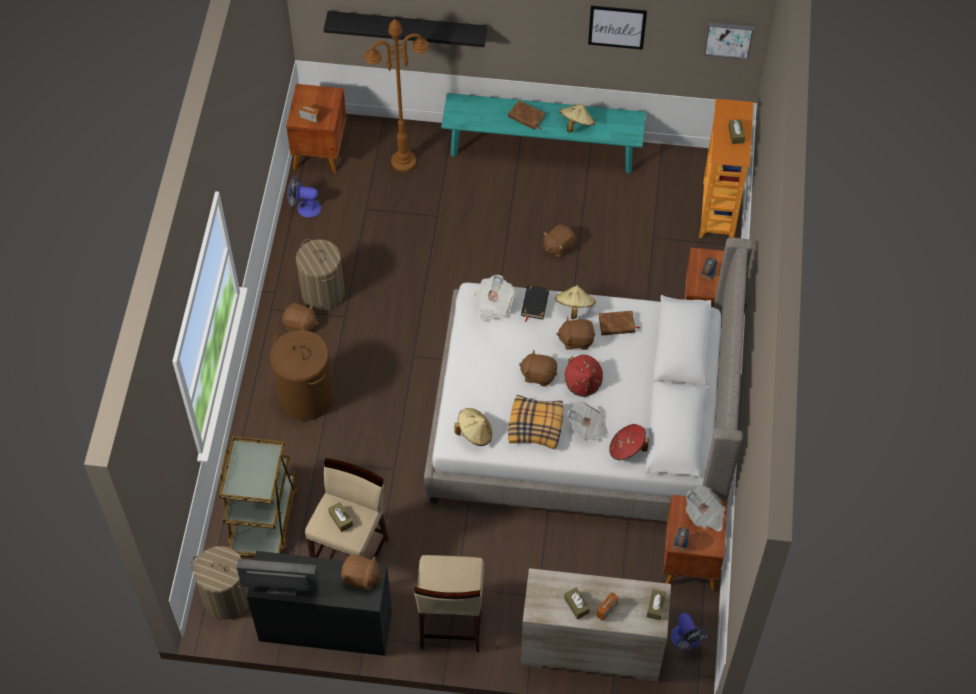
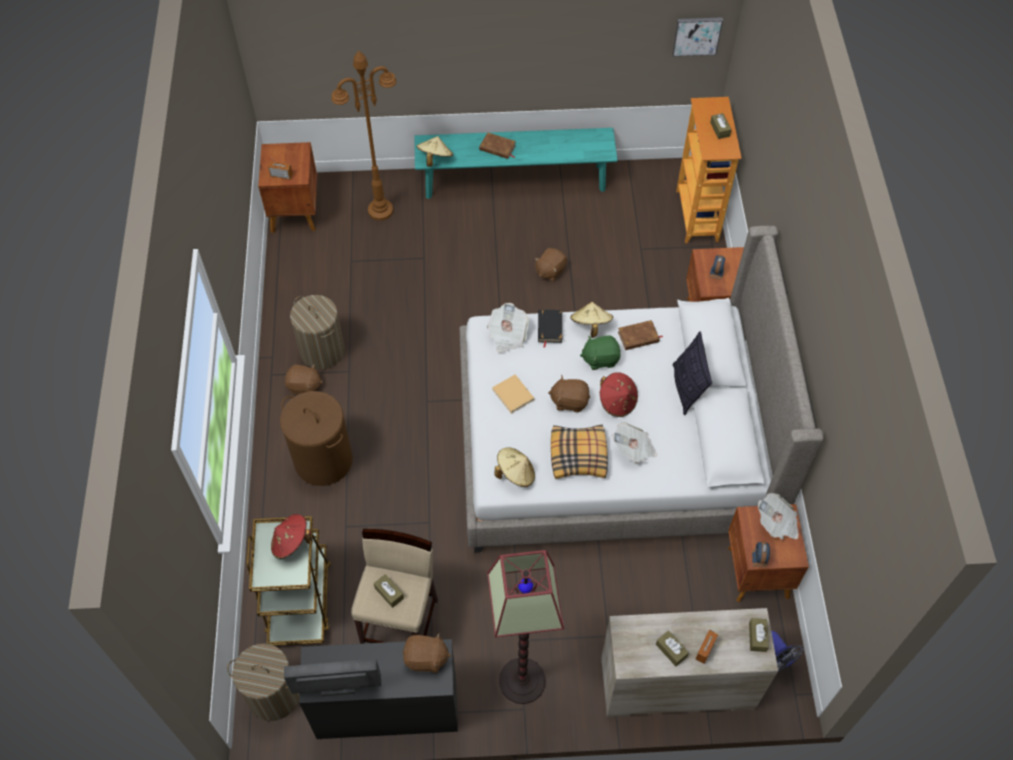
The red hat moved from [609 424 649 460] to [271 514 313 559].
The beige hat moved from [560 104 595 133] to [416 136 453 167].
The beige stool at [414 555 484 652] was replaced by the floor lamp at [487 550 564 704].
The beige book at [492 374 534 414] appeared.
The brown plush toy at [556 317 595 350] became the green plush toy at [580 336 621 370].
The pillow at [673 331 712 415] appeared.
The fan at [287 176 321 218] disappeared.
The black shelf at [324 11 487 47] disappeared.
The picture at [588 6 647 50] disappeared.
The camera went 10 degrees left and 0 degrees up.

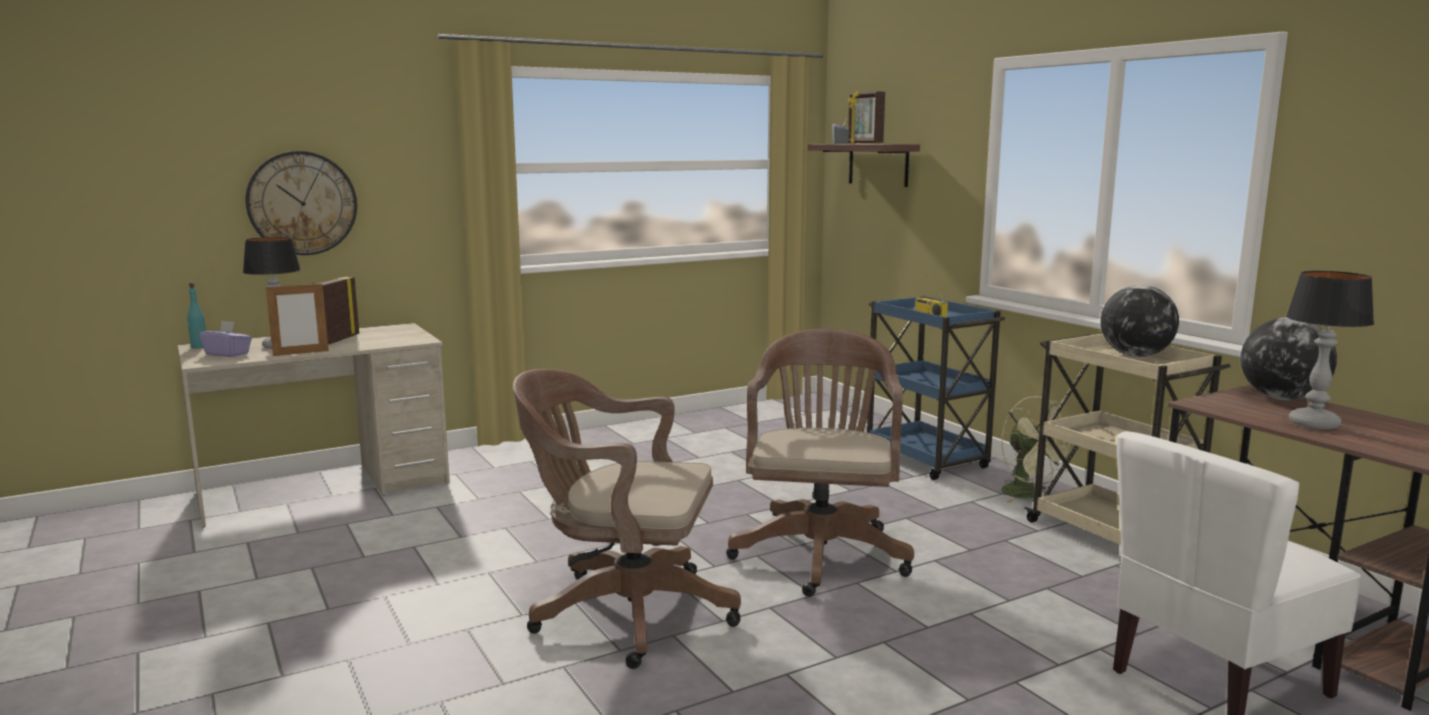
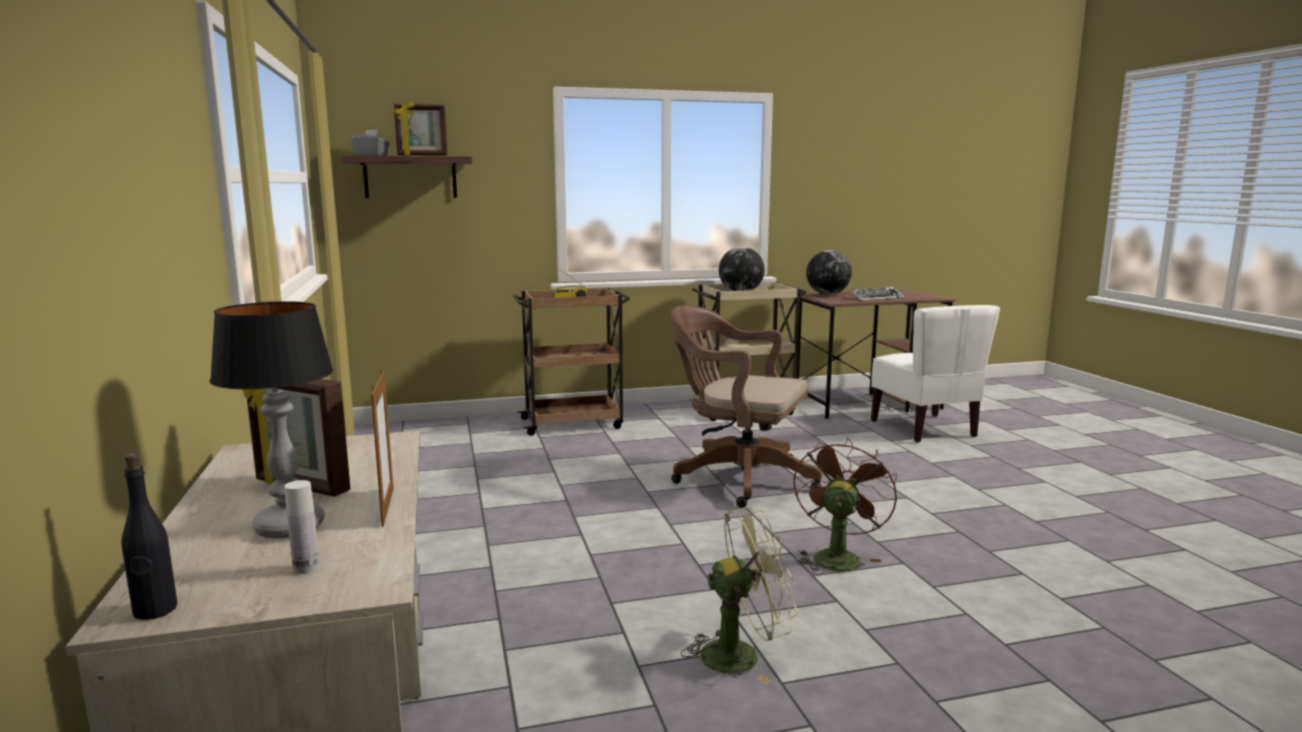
The turquoise bottle at [187 283 206 348] became the black bottle at [121 453 177 620].
The purple tissue box at [199 320 252 357] was replaced by the white bottle at [284 480 320 574].
The blue cart at [867 296 1005 480] became the brown cart at [513 288 630 436].
The green fan moved from [1001 396 1075 503] to [681 507 798 684].
The brown office chair at [513 369 741 669] was replaced by the brown fan at [794 437 897 575].
The table lamp at [1286 271 1374 430] was replaced by the keyboard at [850 287 904 301].
The wall clock at [245 151 357 255] disappeared.
The camera went 75 degrees left and 0 degrees up.

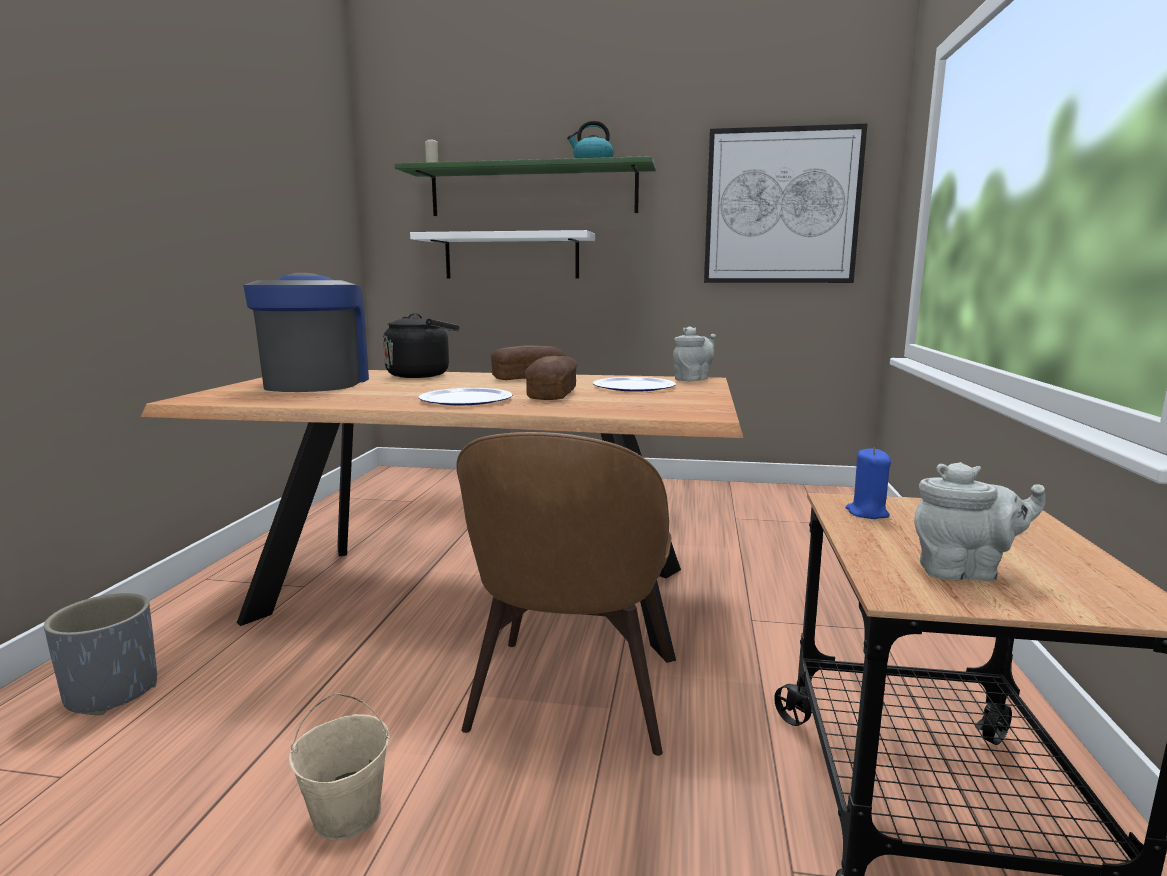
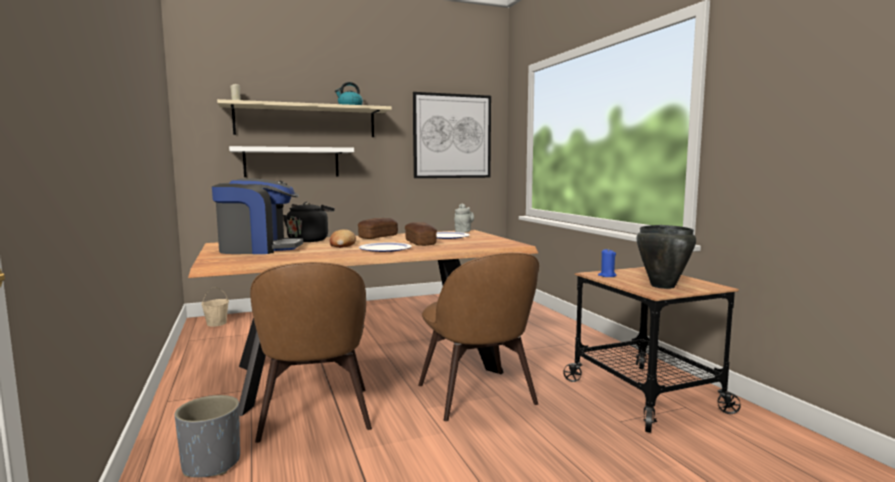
The beige bucket moved from [289 693 390 840] to [201 287 229 327].
The coffee machine at [243 273 369 392] turned 120 degrees clockwise.
The green shelf at [395 156 656 216] became the beige shelf at [217 99 392 137].
The brown chair at [250 262 372 443] appeared.
The bread at [330 229 356 248] appeared.
The grey teapot at [914 462 1046 581] was replaced by the black cooking pot at [636 225 696 289].
The camera went 30 degrees left and 5 degrees down.

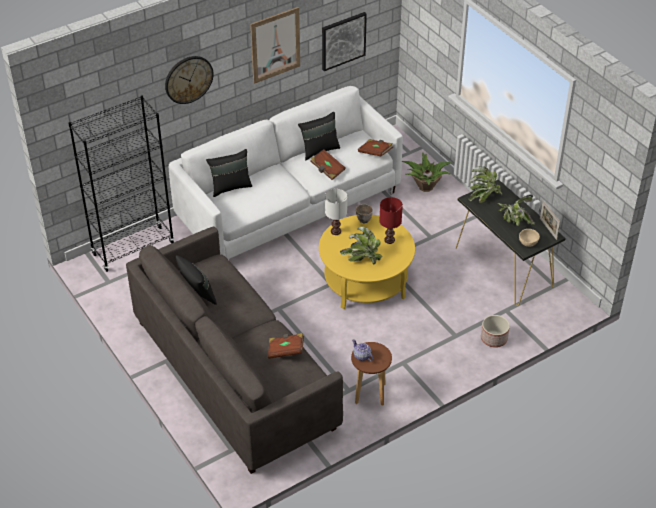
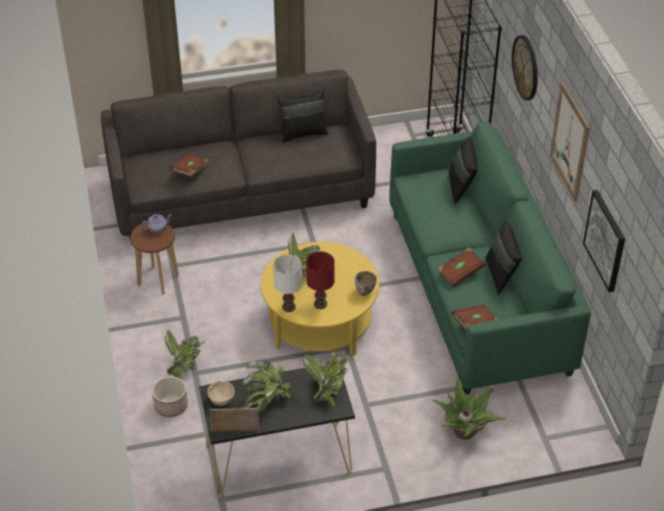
The potted plant at [164 330 205 380] appeared.
The white table lamp moved from [325 189 347 235] to [273 254 302 312].
The white sofa at [169 86 403 259] became the green sofa at [389 121 591 395].
The camera went 110 degrees right and 0 degrees up.

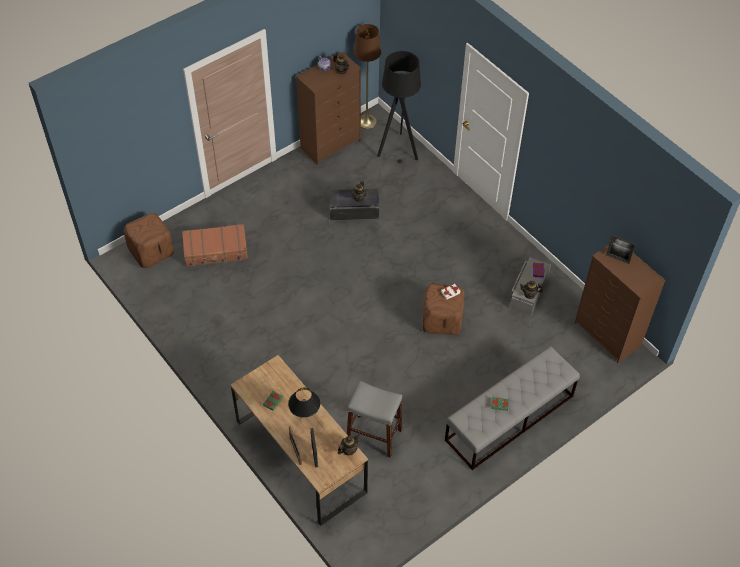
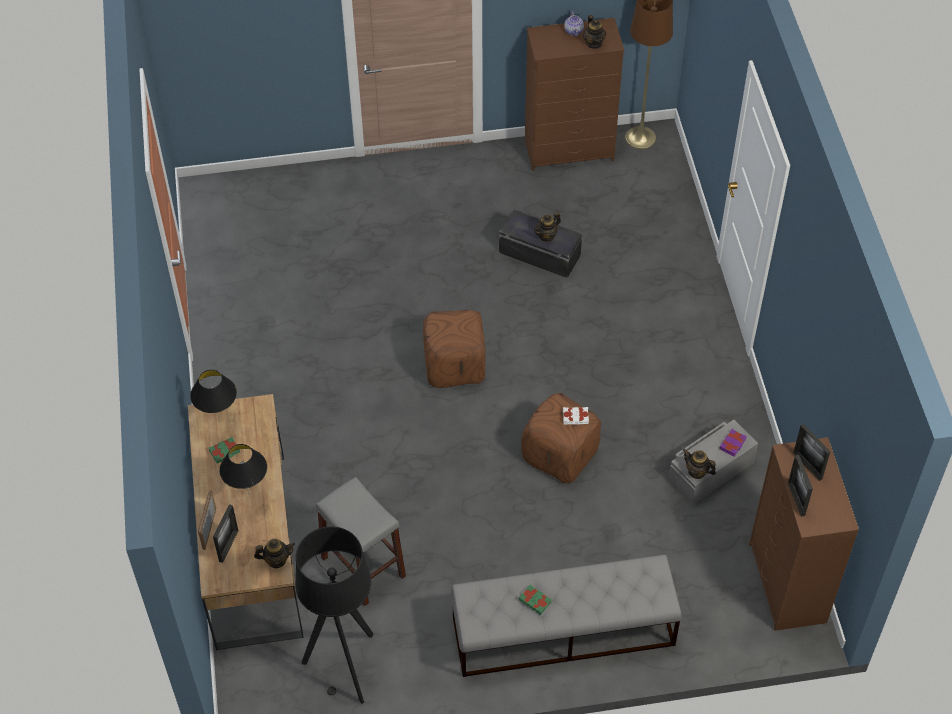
The black table lamp at [190 370 237 422] appeared.
The black floor lamp moved from [377 51 421 163] to [295 526 373 704].
The brown ottoman moved from [124 213 174 268] to [423 310 486 388].
The picture frame at [788 455 813 517] appeared.
The brown suitcase at [182 224 248 266] disappeared.
The camera went 30 degrees right and 0 degrees up.

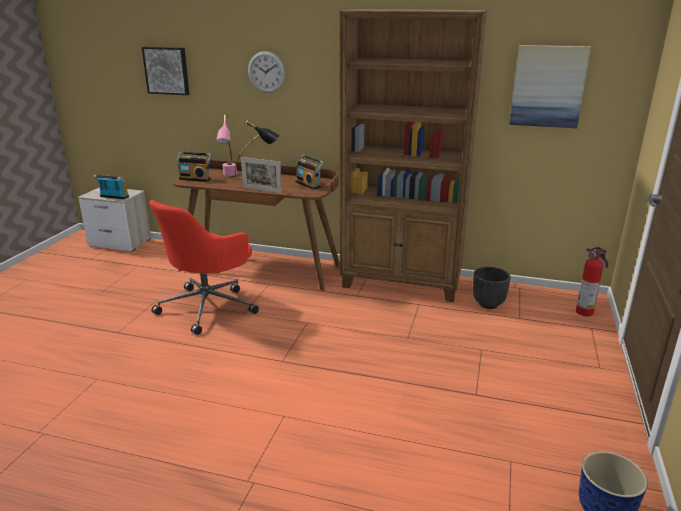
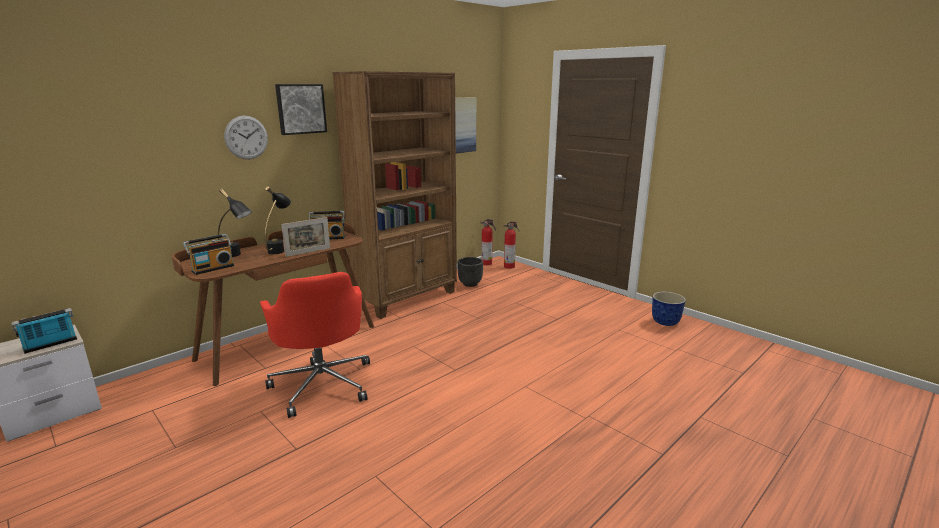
The pink table lamp at [216 115 237 176] became the black table lamp at [218 188 252 257].
The picture moved from [142 47 189 95] to [275 84 327 135].
The fire extinguisher at [480 219 496 265] appeared.
The camera went 60 degrees left and 5 degrees down.

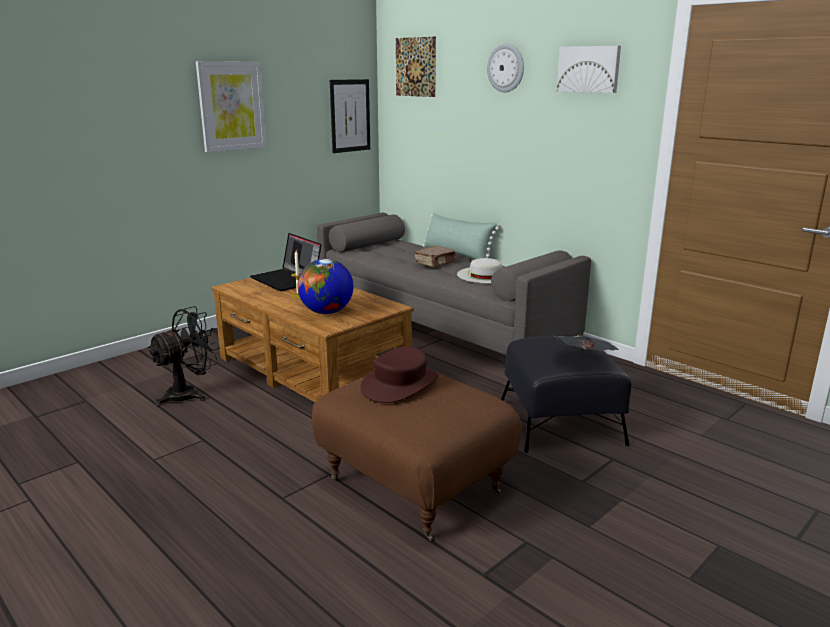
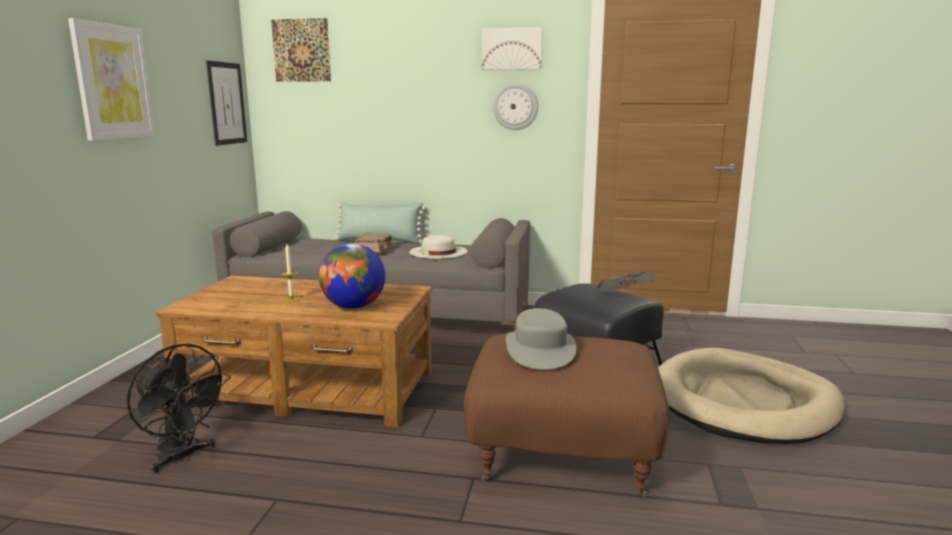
The black fan at [147 306 220 406] turned 120 degrees clockwise.
The wall clock moved from [487 43 524 93] to [493 83 538 130].
The brown hat at [360 346 439 403] became the grey hat at [506 308 577 370].
The beige dog bed at [658 348 845 444] appeared.
The laptop at [250 233 321 291] disappeared.
The camera went 35 degrees left and 5 degrees down.

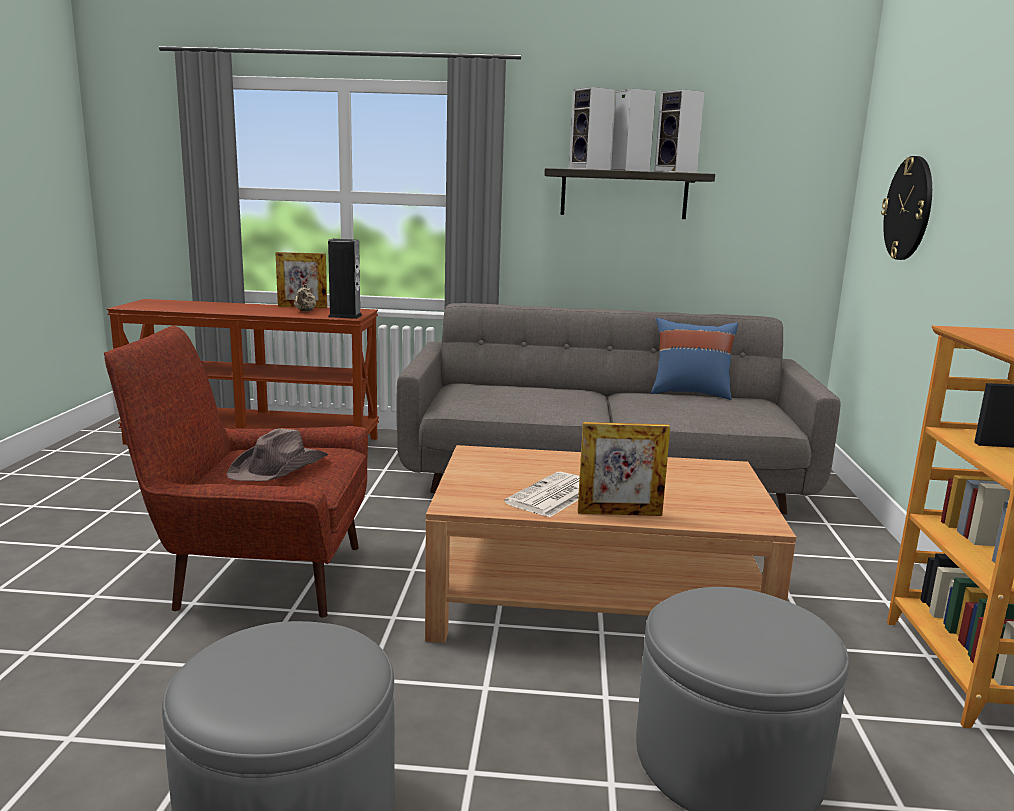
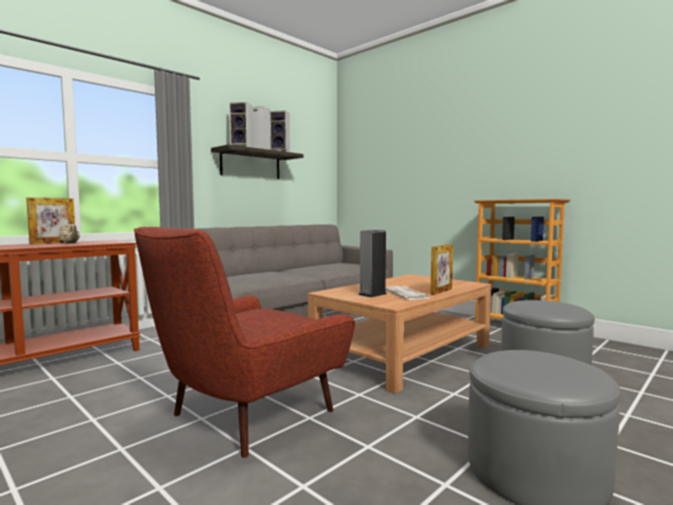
The speaker moved from [328 239 363 319] to [358 230 387 298].
The brown hat at [226 428 328 481] disappeared.
The blue pillow at [651 318 738 400] disappeared.
The wall clock at [881 156 932 260] disappeared.
The camera went 50 degrees left and 10 degrees down.

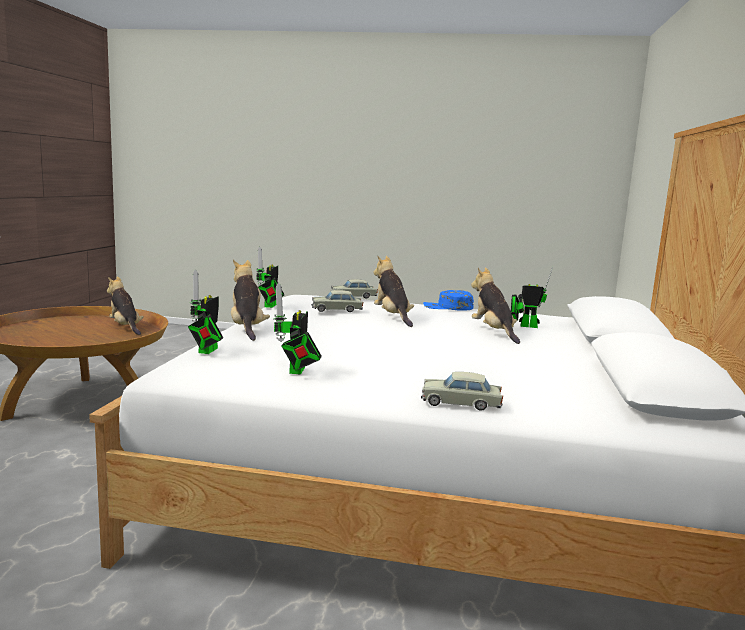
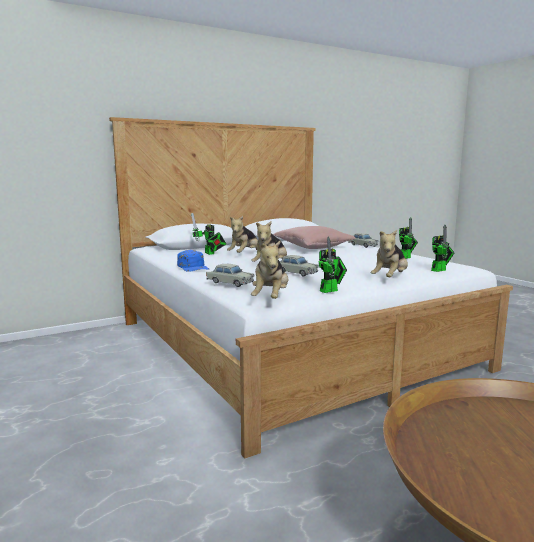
The plush toy moved from [107 276 144 335] to [251 241 288 299].
The pink pillow at [273 226 355 249] appeared.
The camera went 130 degrees left and 0 degrees up.

